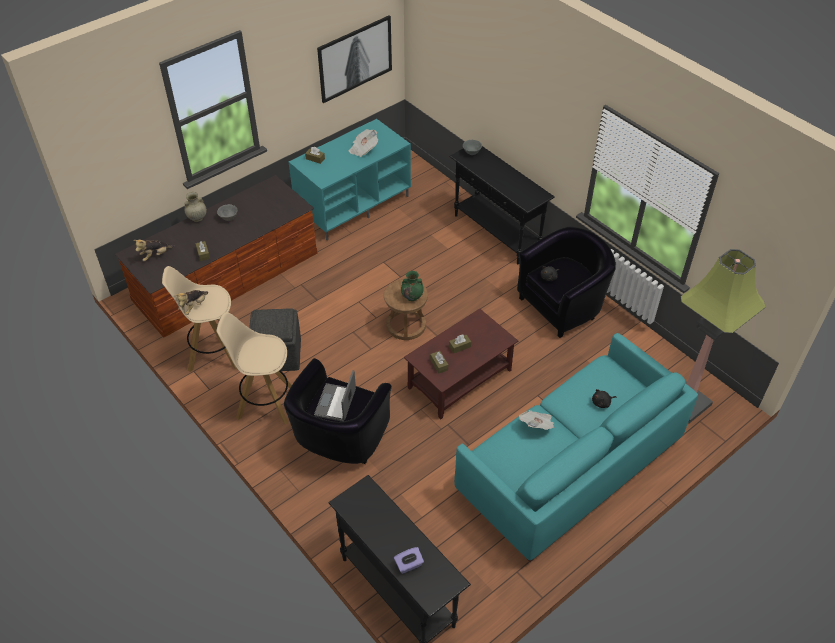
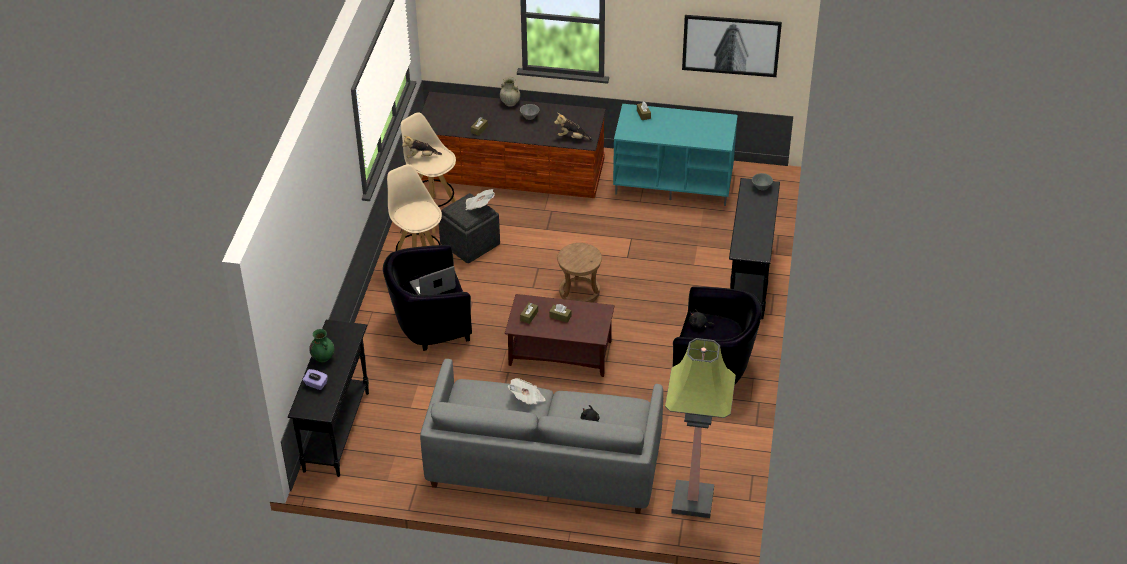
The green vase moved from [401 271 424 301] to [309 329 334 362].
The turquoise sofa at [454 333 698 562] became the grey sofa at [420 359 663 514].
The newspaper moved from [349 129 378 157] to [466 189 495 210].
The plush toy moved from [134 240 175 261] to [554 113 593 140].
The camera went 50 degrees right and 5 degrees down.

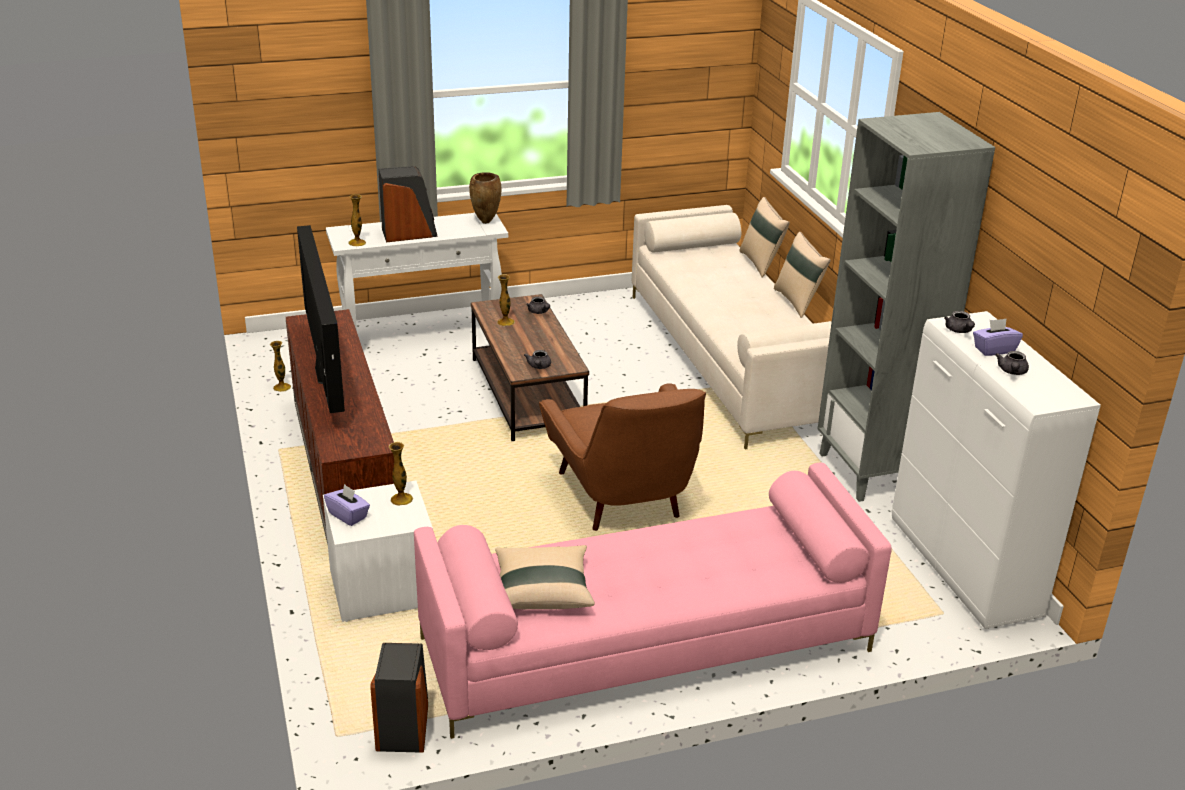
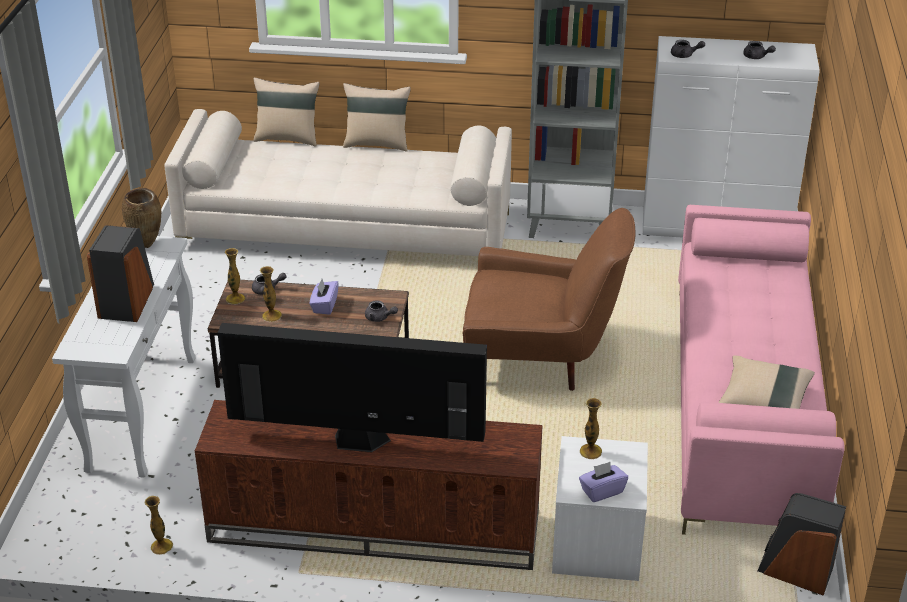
The vase moved from [348 194 366 246] to [225 248 245 304].
The purple tissue box moved from [973 318 1023 356] to [309 279 339 315].
The camera went 65 degrees left and 5 degrees up.

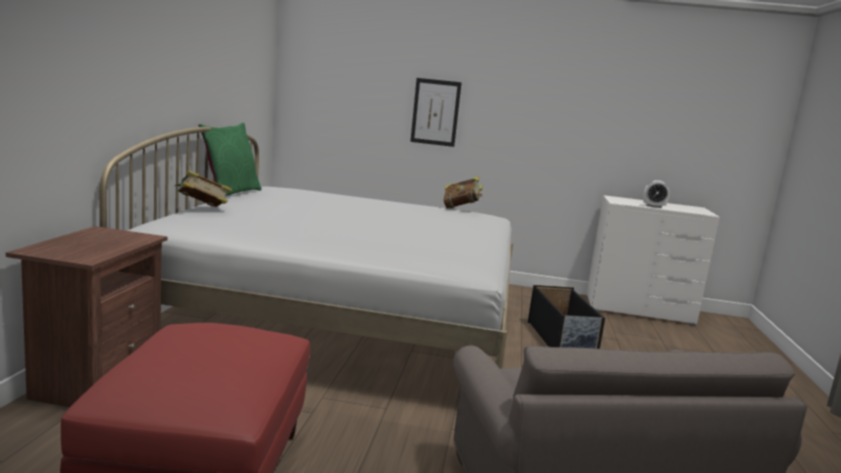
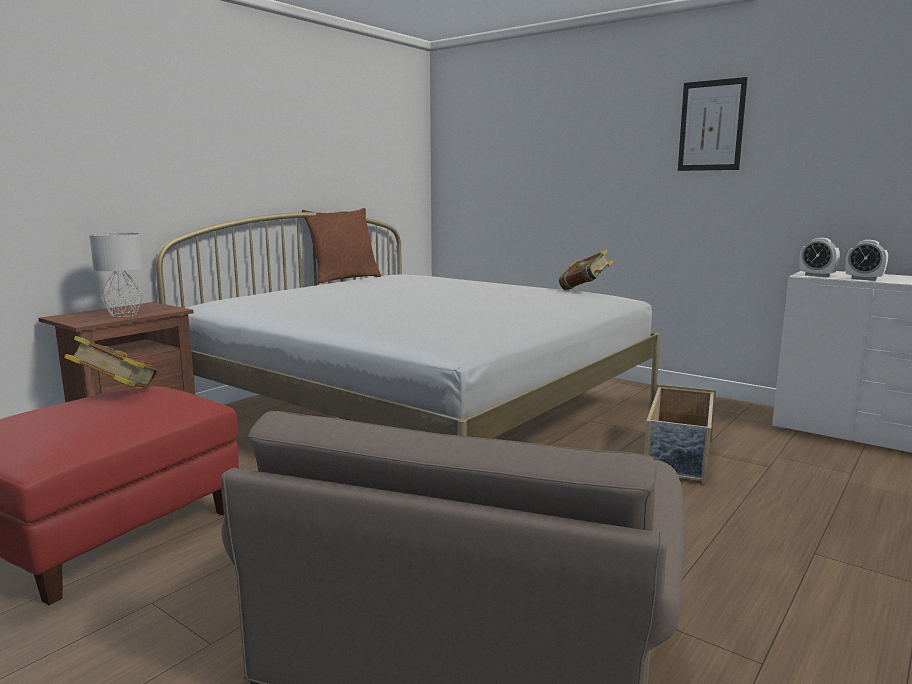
The book moved from [175 170 232 207] to [64 336 158 388].
The grey table lamp at [89 233 144 317] appeared.
The green pillow at [198 122 262 196] became the brown pillow at [302 208 381 283].
The black storage box at [528 285 605 349] became the beige storage box at [644 384 716 484].
The picture moved from [410 78 462 147] to [678 77 748 171].
The alarm clock at [799 238 840 277] appeared.
The camera went 30 degrees right and 0 degrees up.

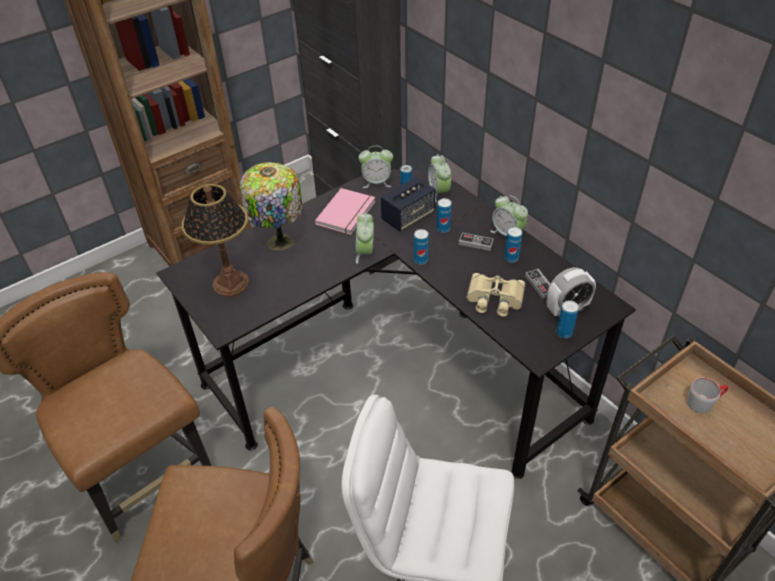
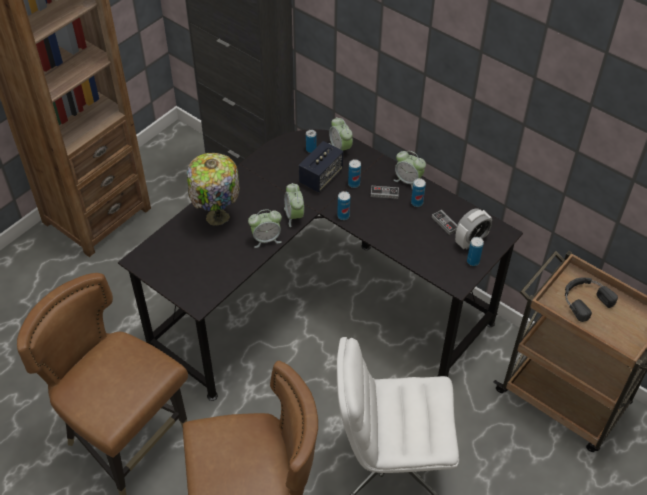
The alarm clock moved from [358 146 393 188] to [248 209 282 248].
The grey mug at [687 378 728 413] was replaced by the black headphones at [565 277 618 322].
The table lamp at [182 184 249 296] disappeared.
The pink book at [315 188 375 235] disappeared.
The beige binoculars at [466 273 525 317] disappeared.
The camera went 15 degrees left and 5 degrees up.

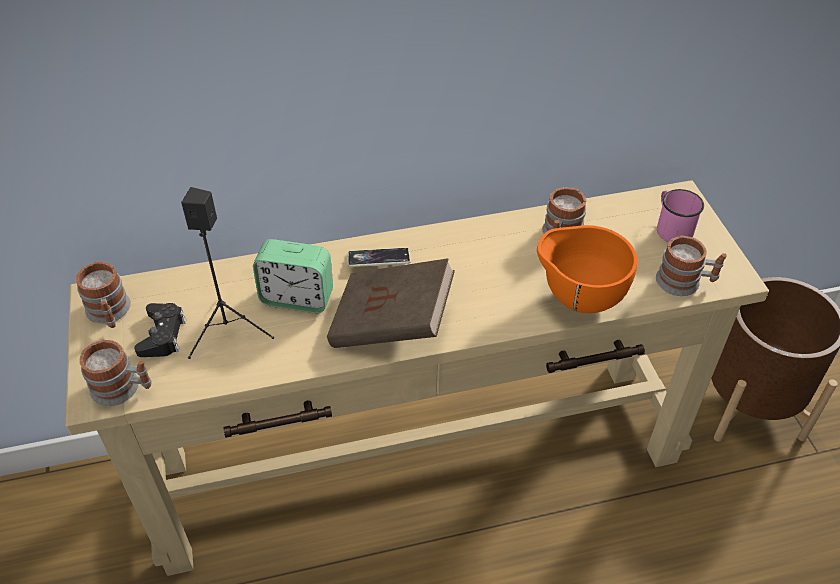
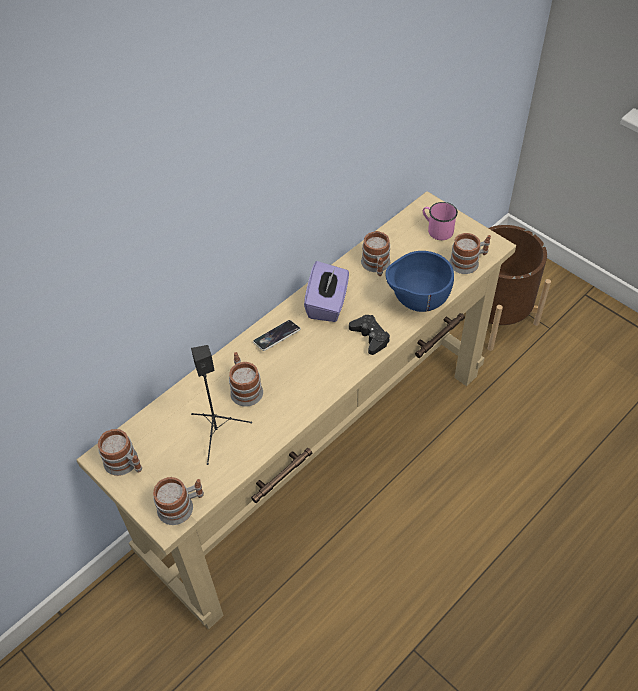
The alarm clock at [253 239 333 313] was replaced by the mug at [229 352 263 407].
The purple tissue box at [304 261 349 322] appeared.
The black game controller moved from [134 303 186 357] to [349 315 390 355].
The orange bowl at [537 225 637 313] became the blue bowl at [386 251 454 312].
The brown book at [327 258 455 348] disappeared.
The camera went 30 degrees left and 5 degrees up.

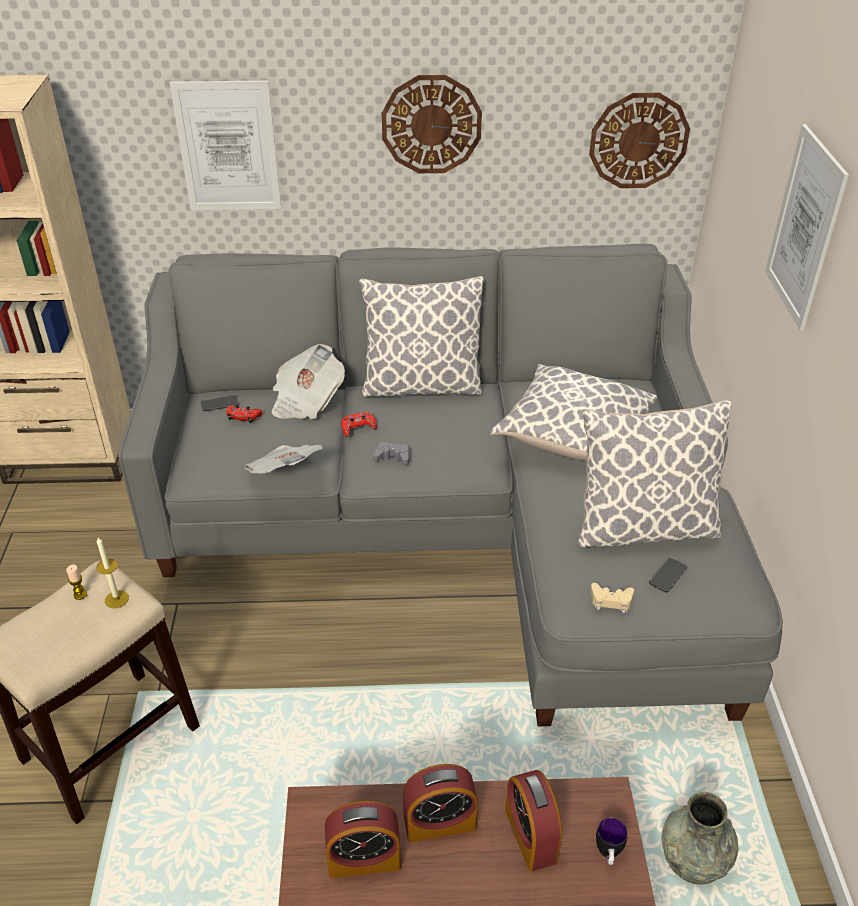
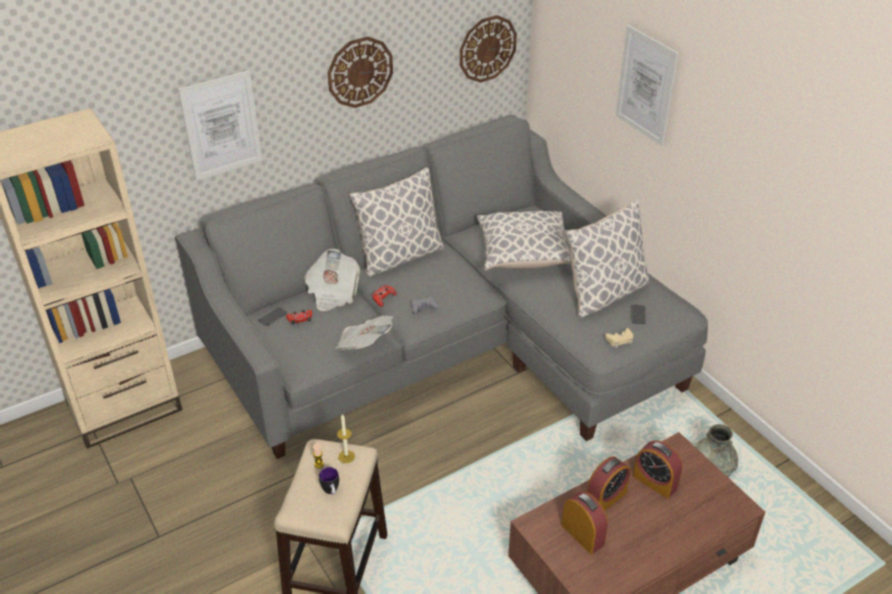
The mug moved from [596 818 628 865] to [319 467 339 495].
The alarm clock at [325 801 401 878] turned 90 degrees counterclockwise.
The camera went 30 degrees left and 0 degrees up.

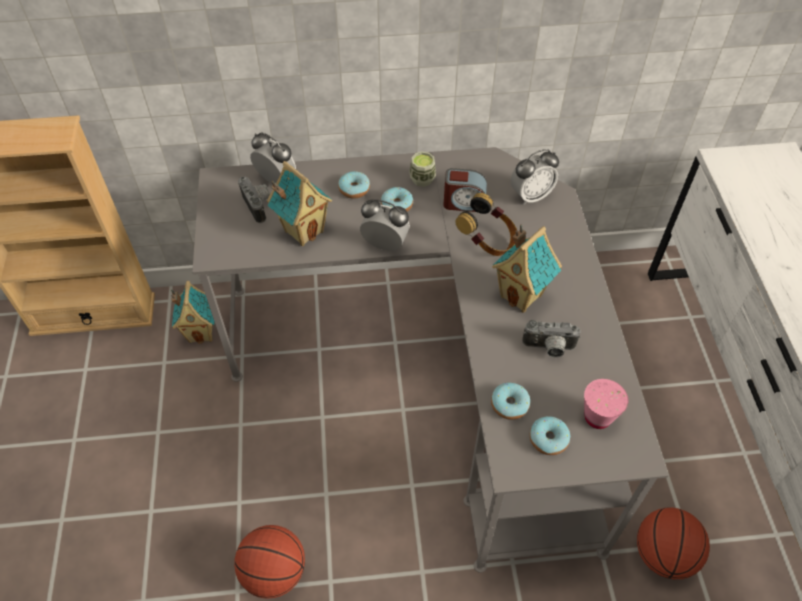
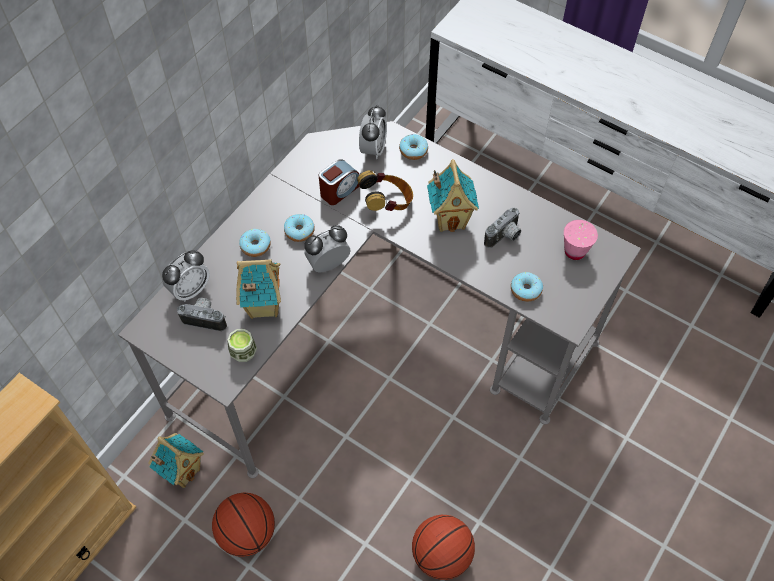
The alarm clock at [250 132 296 184] turned 150 degrees clockwise.
The basketball moved from [637 507 710 579] to [212 493 275 557].
The cup moved from [409 152 436 187] to [227 329 257 362].
The donut moved from [530 416 570 455] to [399 134 428 160].
The camera went 50 degrees left and 5 degrees up.

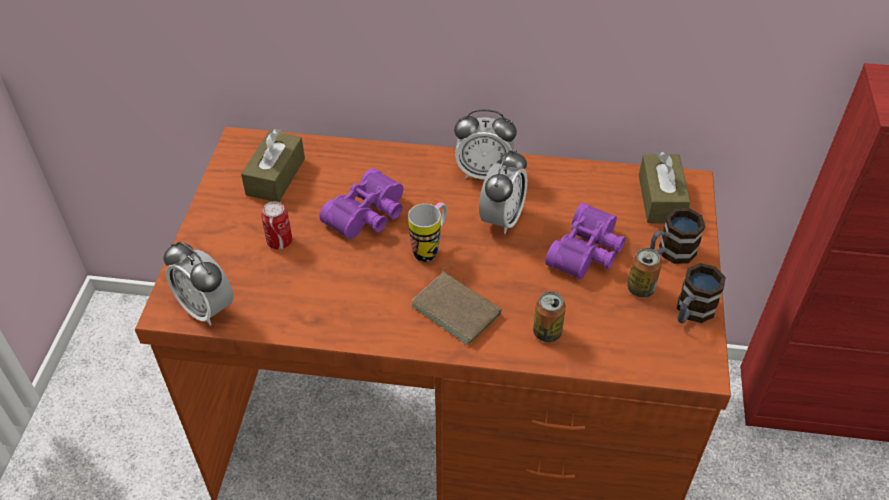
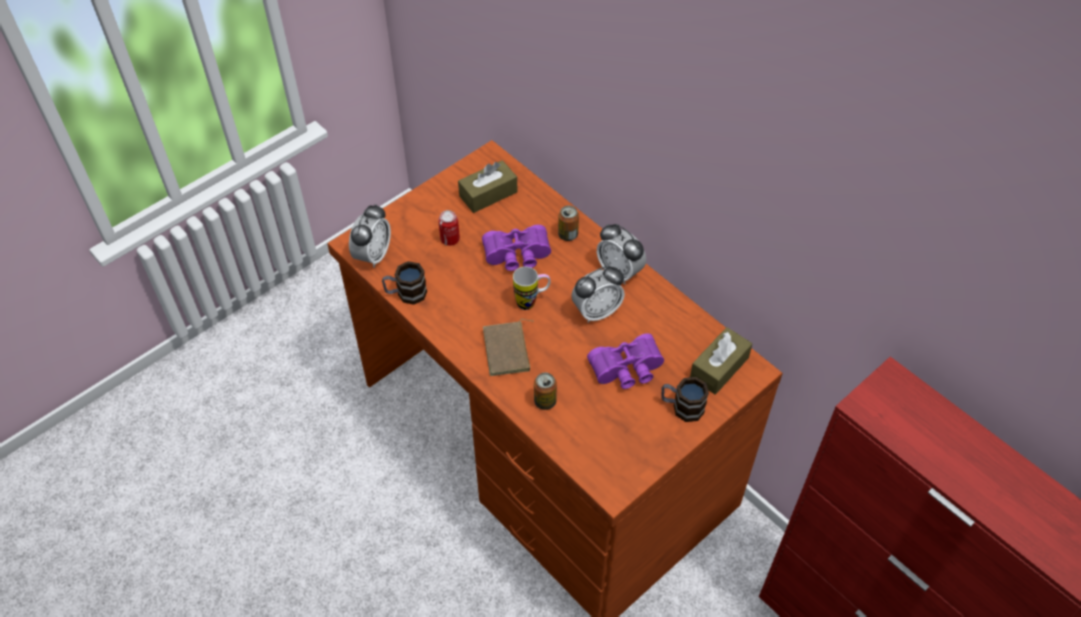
The alarm clock at [163 242 233 326] turned 150 degrees counterclockwise.
The mug moved from [677 263 726 323] to [382 261 427 305].
The can moved from [627 248 662 297] to [558 205 579 241].
The camera went 40 degrees right and 5 degrees up.

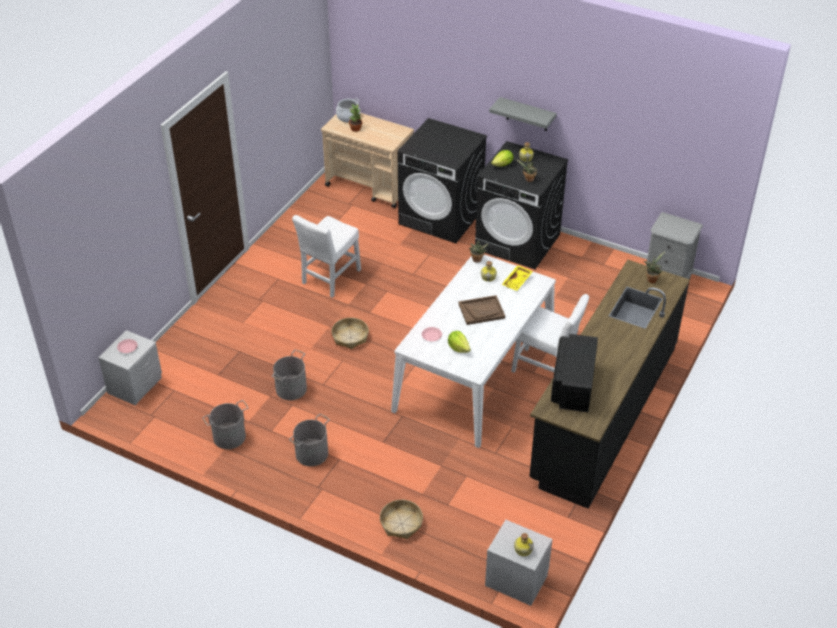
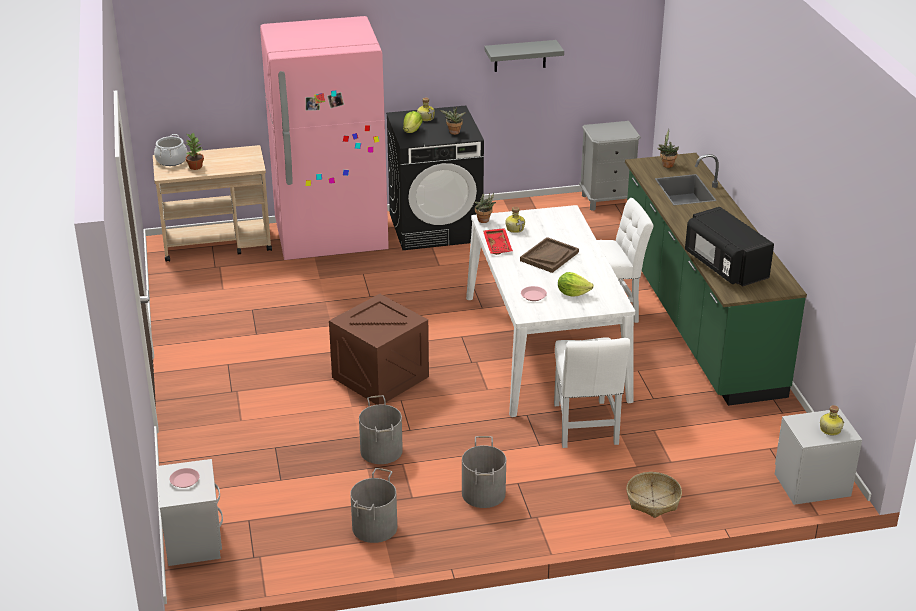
The black washing machine at [397 118 487 243] was replaced by the pink fridge at [260 16 389 260].
The basket at [332 318 369 349] was replaced by the crate at [329 294 429 405].
The red tray at [483 228 513 255] appeared.
The grey shelf moved from [489 97 557 131] to [484 40 564 72].
The white chair moved from [292 215 361 298] to [554 337 631 448].
The black counter at [529 260 690 509] became the green counter at [625 153 807 406].
The yellow tray at [502 265 533 291] disappeared.
The camera went 40 degrees left and 10 degrees down.

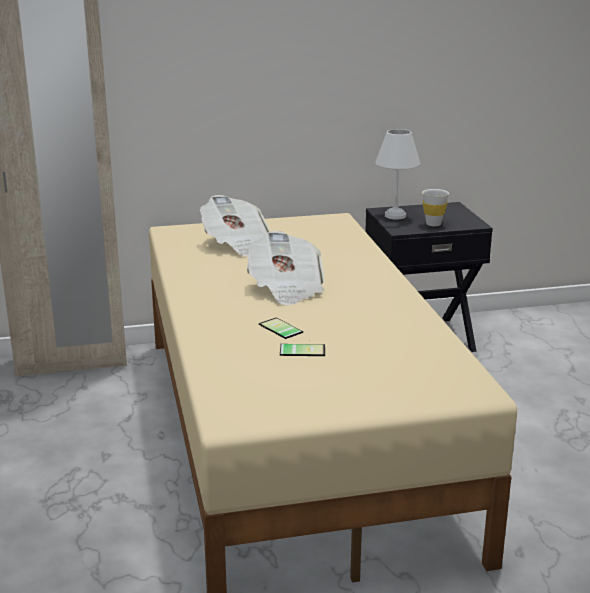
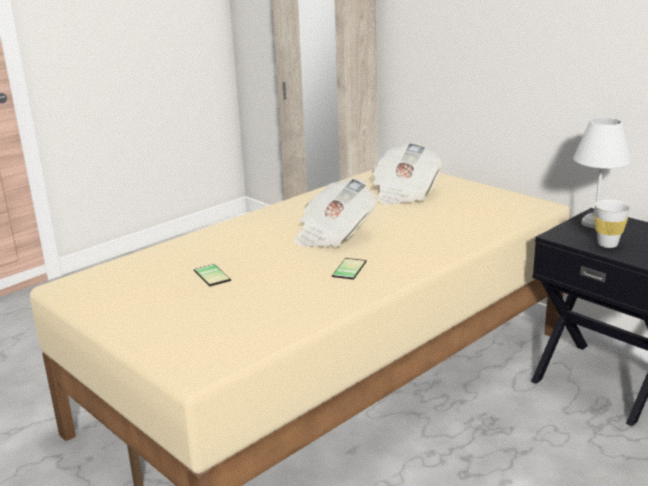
The phone moved from [259 318 303 339] to [332 258 367 280].
The camera went 60 degrees right and 0 degrees up.

